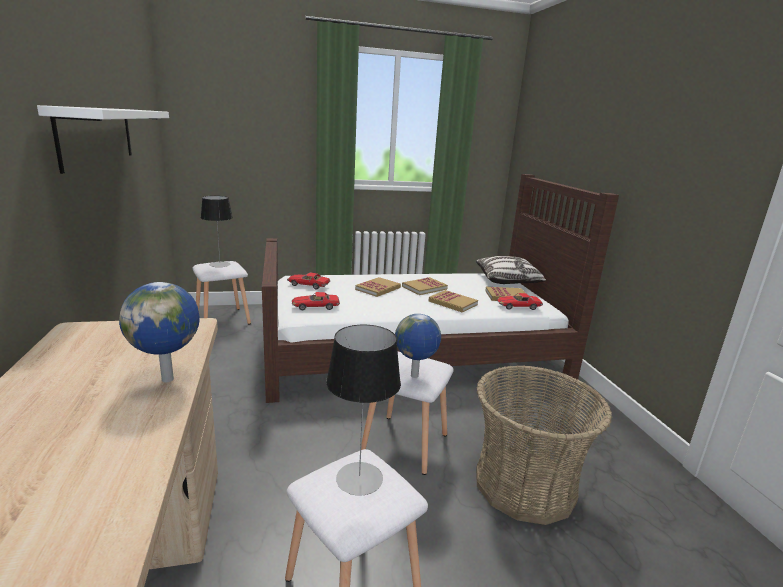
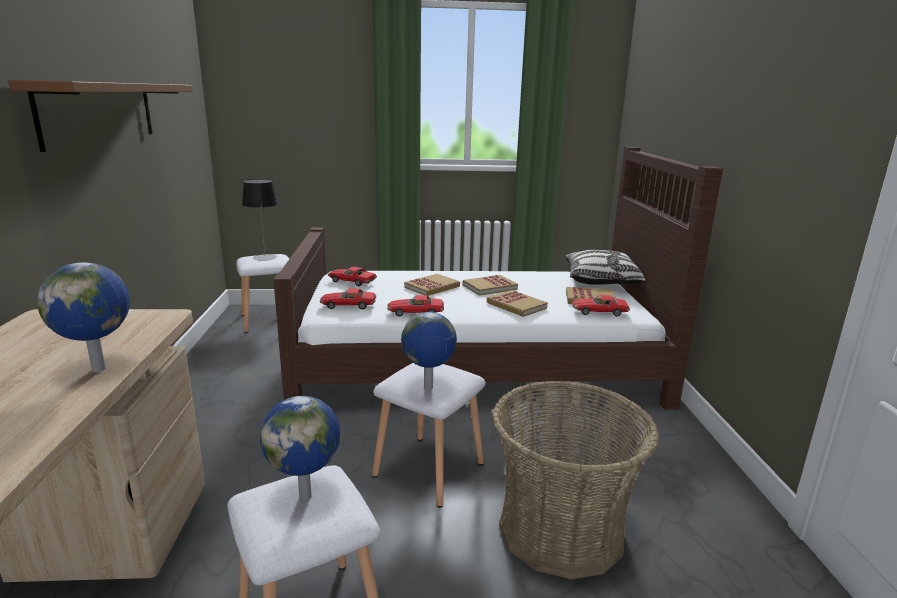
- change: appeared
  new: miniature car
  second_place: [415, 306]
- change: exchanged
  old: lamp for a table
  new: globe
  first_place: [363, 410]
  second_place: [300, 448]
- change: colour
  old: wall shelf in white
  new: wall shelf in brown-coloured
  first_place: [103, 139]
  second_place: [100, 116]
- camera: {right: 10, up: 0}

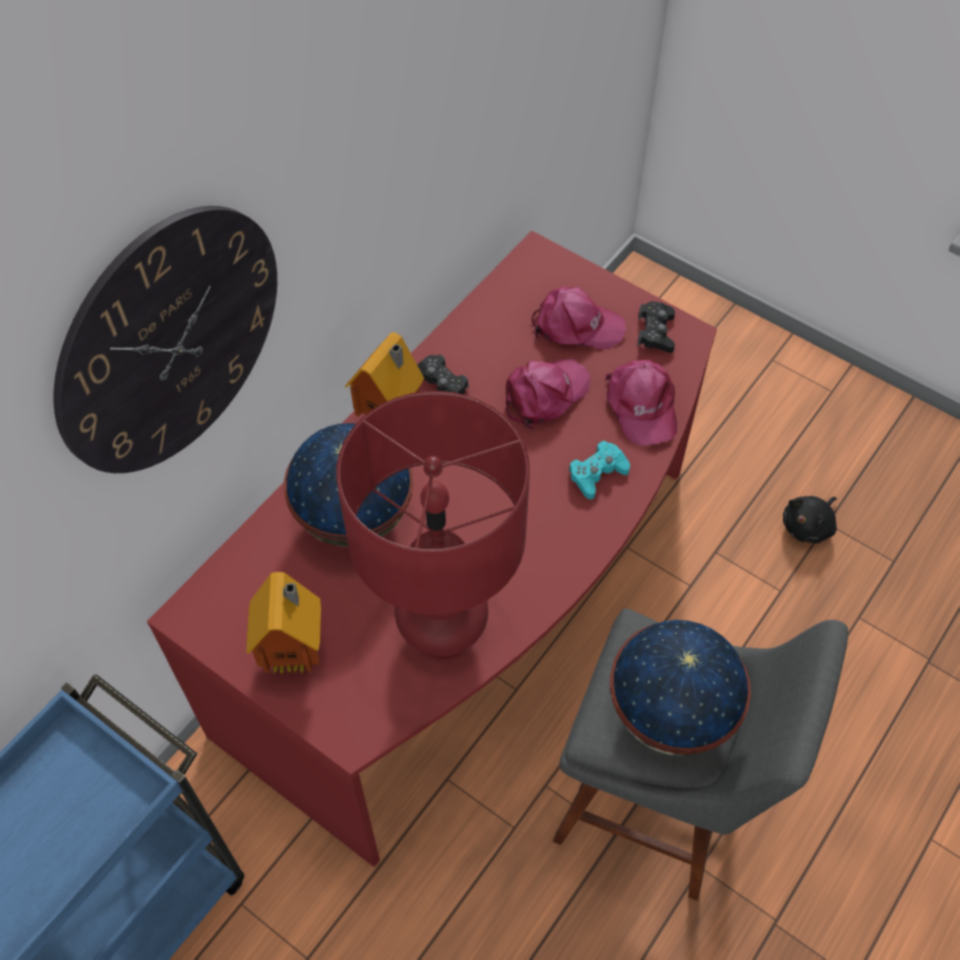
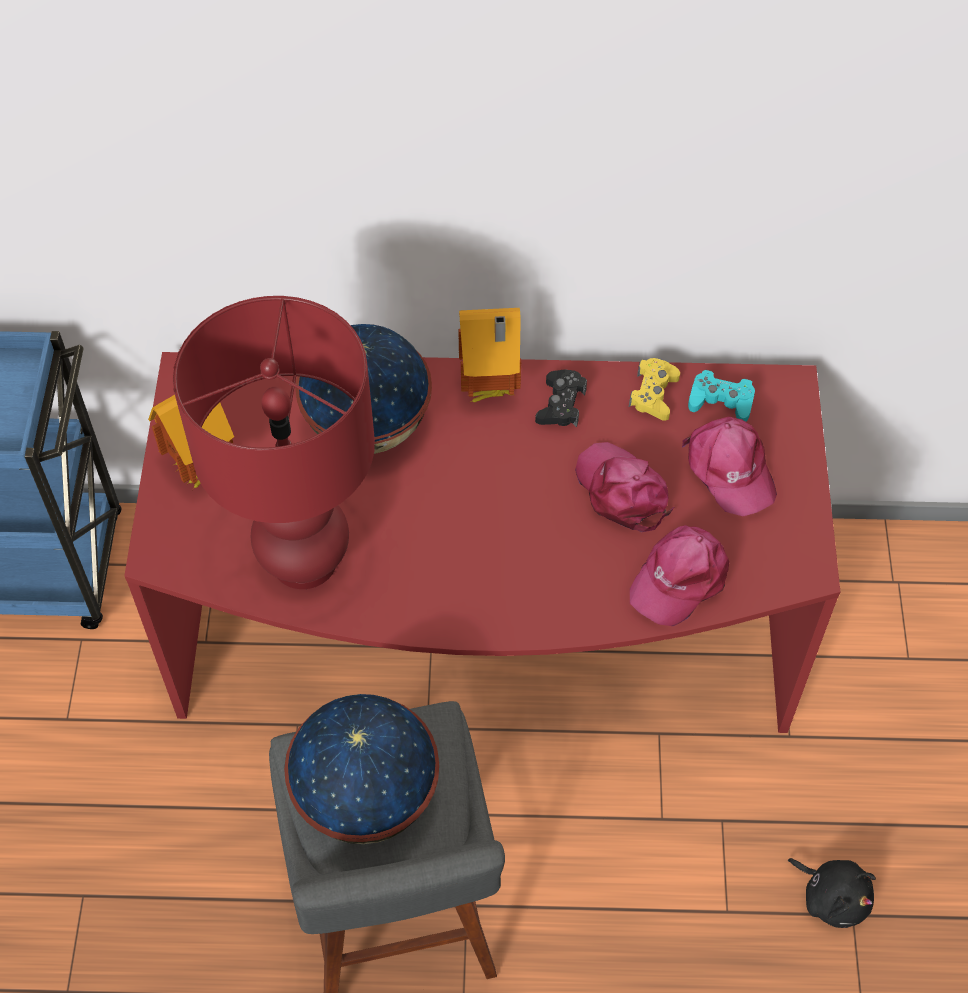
- change: missing
  old: clock on the wall
  first_place: [165, 339]
- change: missing
  old: game controller in black
  first_place: [656, 327]
- change: appeared
  new: game controller in yellow-coloured
  second_place: [654, 389]
- change: relocated
  old: game controller in turquoise-coloured
  first_place: [599, 470]
  second_place: [721, 396]
- change: spun
  old: cap in pinkish
  first_place: [548, 394]
  second_place: [624, 487]
  degrees: -135
- change: spun
  old: cuddly toy in black
  first_place: [810, 519]
  second_place: [832, 893]
  degrees: -150
- camera: {right: 55, up: 0}

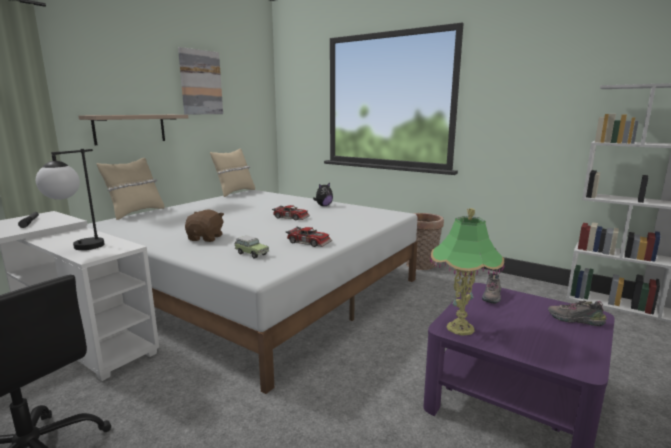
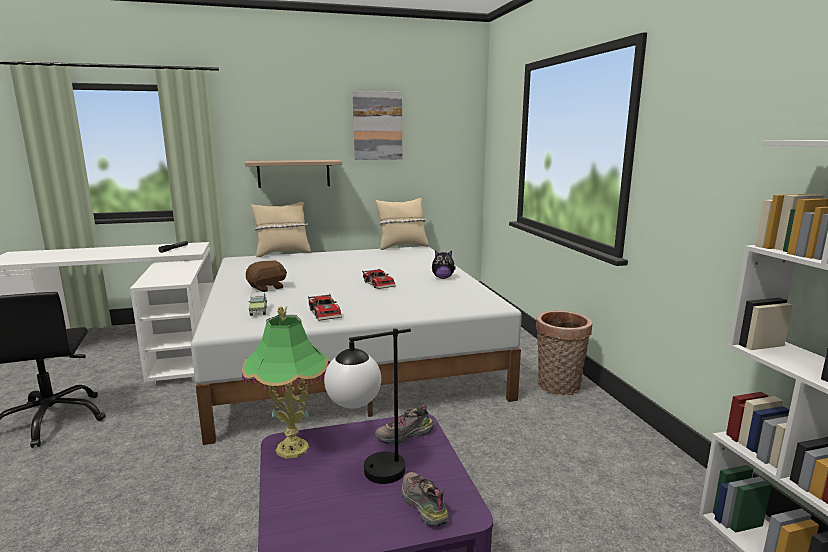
- change: relocated
  old: lamp for a table
  first_place: [70, 199]
  second_place: [367, 406]
- camera: {right: 40, up: 0}

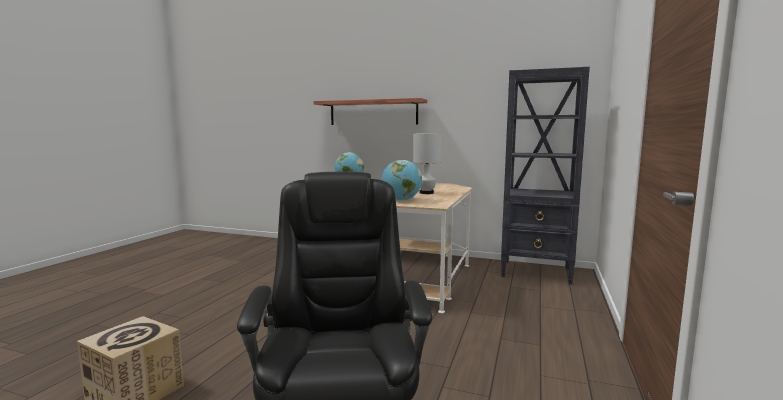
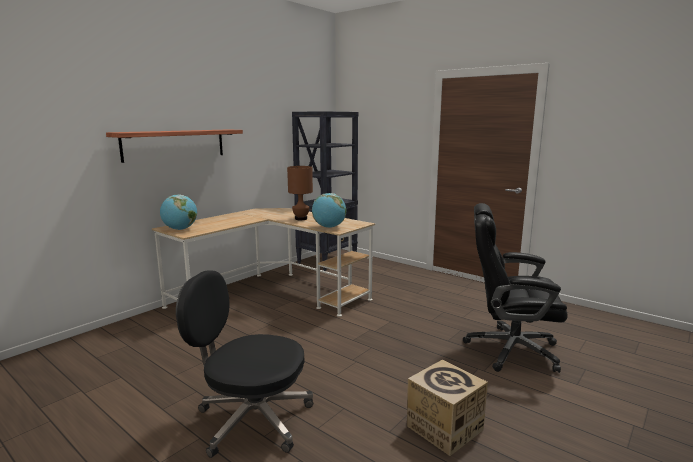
- change: appeared
  new: computer chair in black
  second_place: [244, 364]
- change: colour
  old: lamp for a table in white
  new: lamp for a table in brown-coloured
  first_place: [427, 164]
  second_place: [300, 193]
- camera: {right: -70, up: 5}

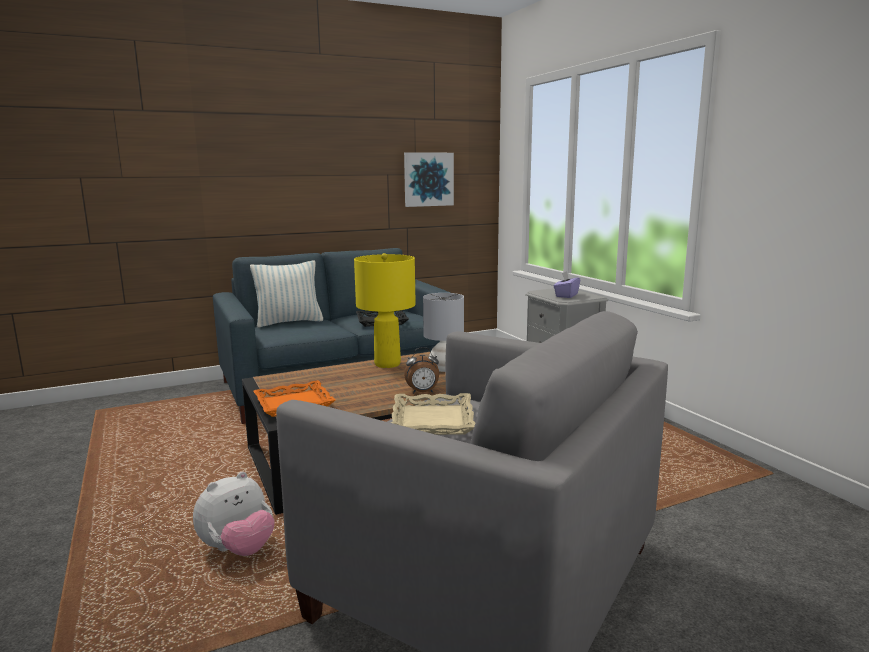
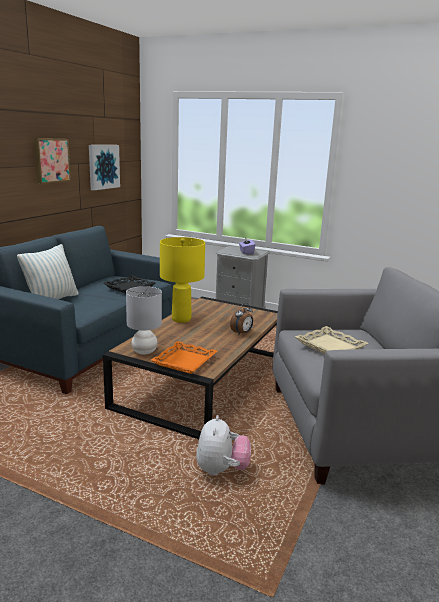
- change: appeared
  new: wall art
  second_place: [52, 161]
- change: relocated
  old: lamp for a table in grey
  first_place: [443, 332]
  second_place: [144, 320]
- camera: {right: -40, up: 5}

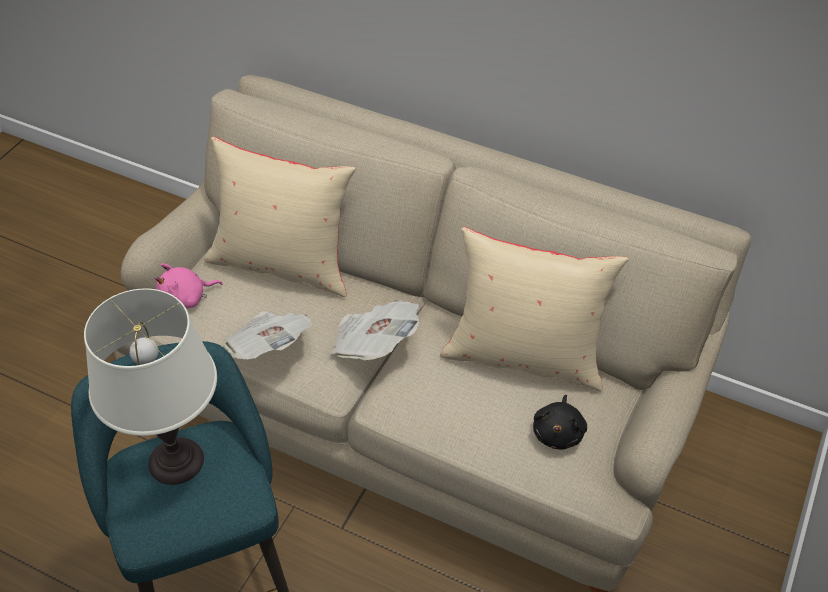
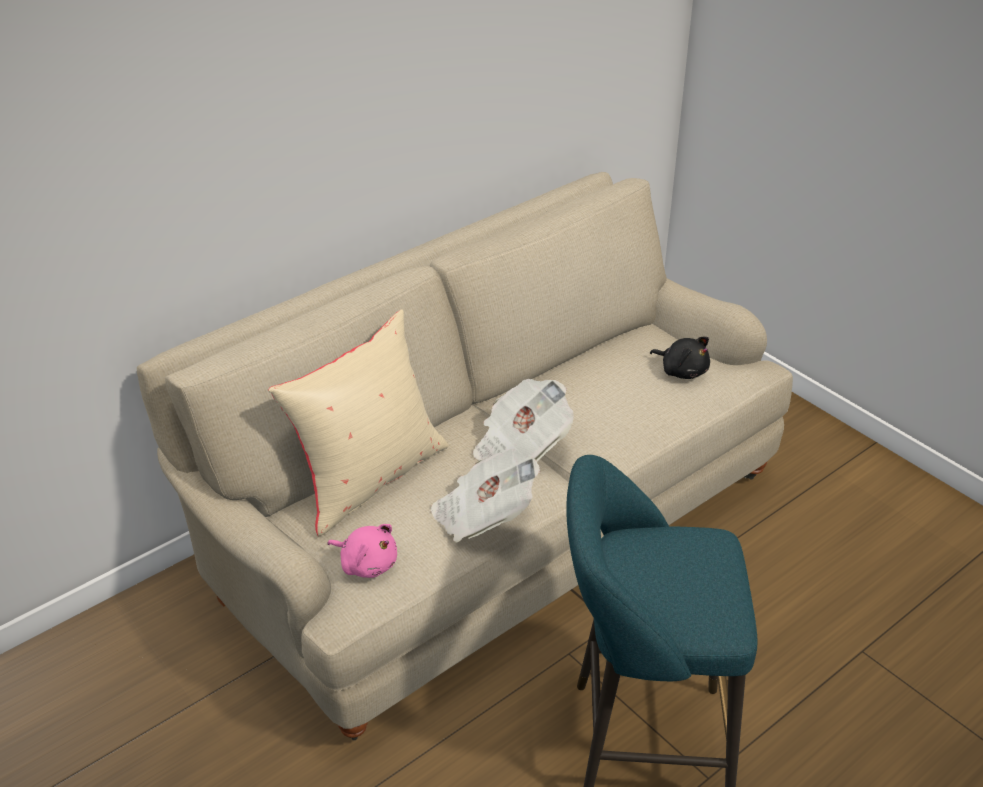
- change: missing
  old: lamp for a table in white
  first_place: [150, 387]
- change: missing
  old: pillow in beige-coloured
  first_place: [534, 309]
- change: spun
  old: cuddly toy in pinkish
  first_place: [189, 286]
  second_place: [362, 551]
  degrees: -60
- camera: {right: -65, up: -10}

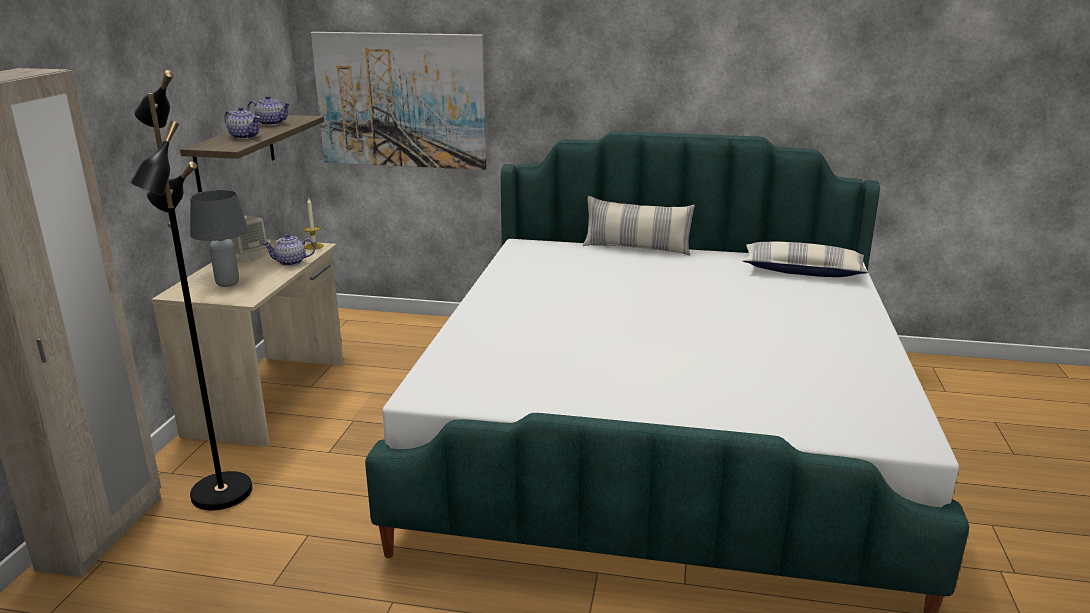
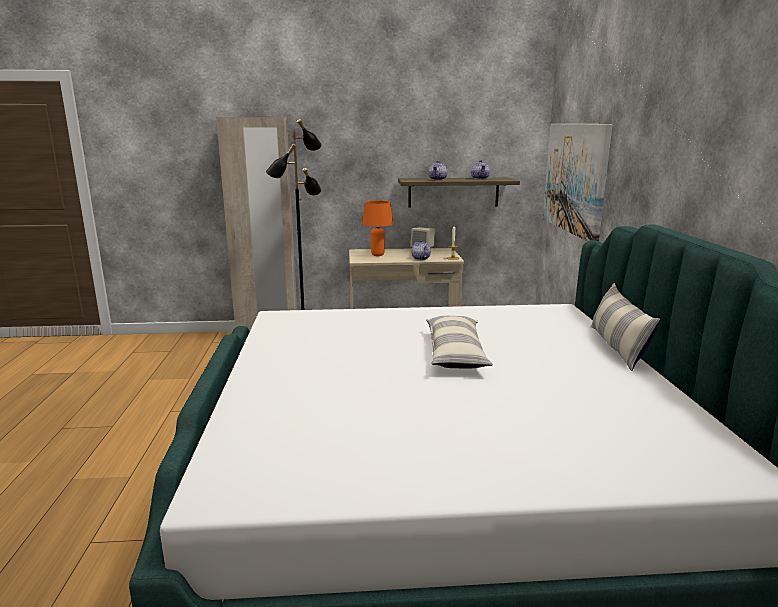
- change: relocated
  old: pillow
  first_place: [805, 259]
  second_place: [459, 342]
- change: colour
  old: lamp for a table in grey
  new: lamp for a table in orange-coloured
  first_place: [219, 238]
  second_place: [377, 228]
- camera: {right: 75, up: -5}

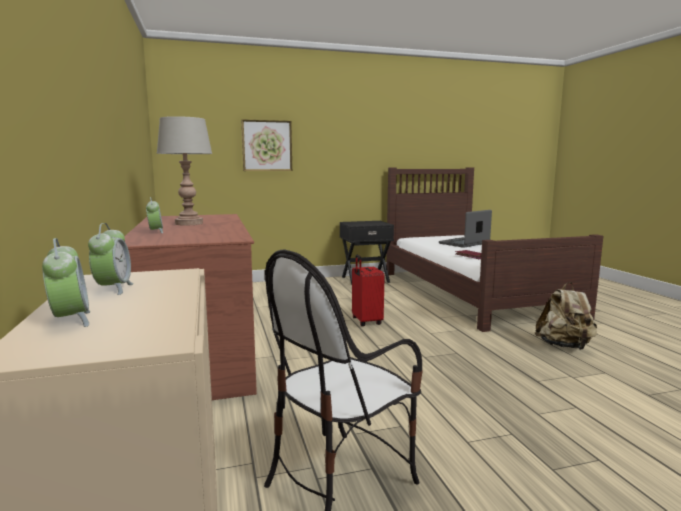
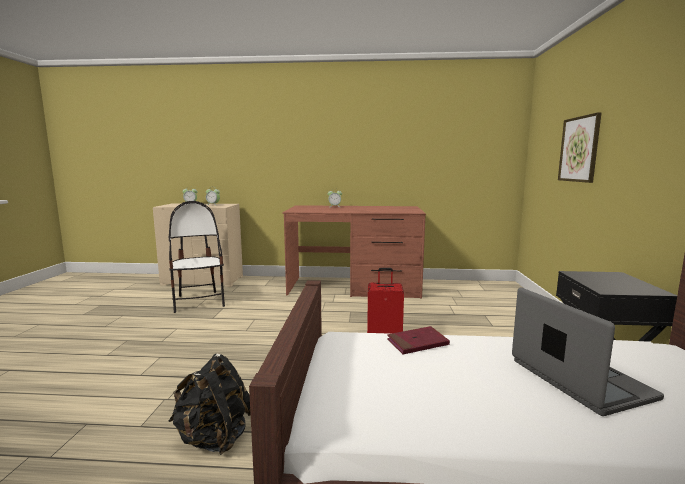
- change: missing
  old: lamp for a table in grey
  first_place: [184, 171]
- change: colour
  old: rucksack in beige-coloured
  new: rucksack in black
  first_place: [566, 316]
  second_place: [209, 404]
- camera: {right: 110, up: 0}

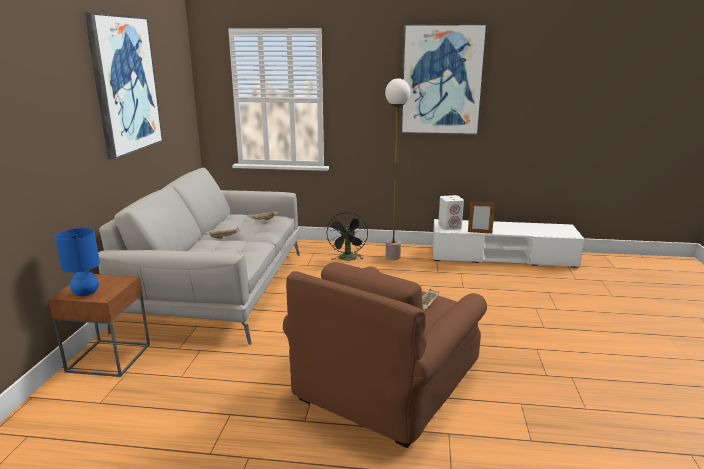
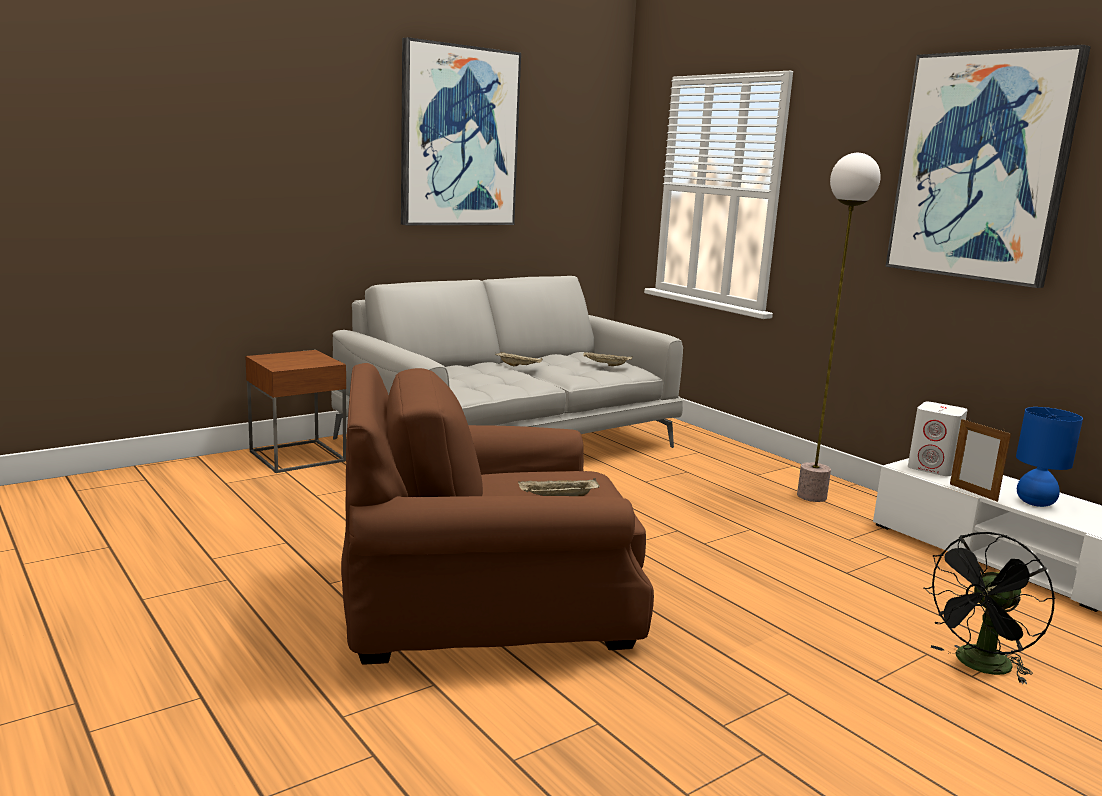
- change: relocated
  old: lamp for a table in blue-coloured
  first_place: [77, 262]
  second_place: [1049, 457]
- change: relocated
  old: electric fan in black
  first_place: [347, 236]
  second_place: [989, 608]
- camera: {right: 45, up: -5}

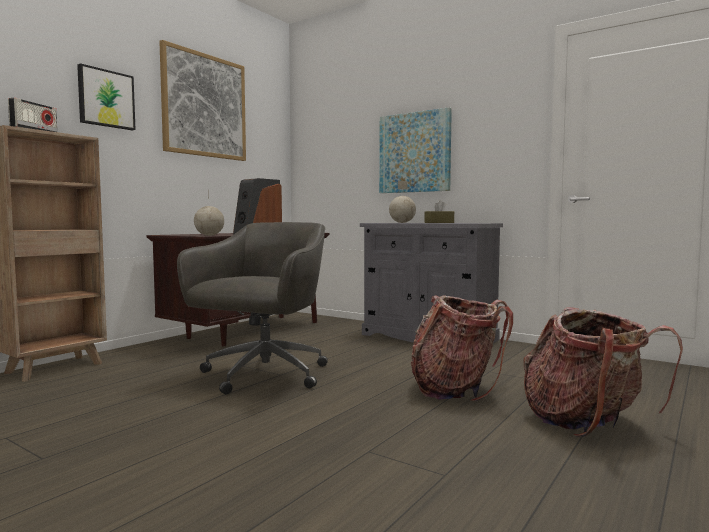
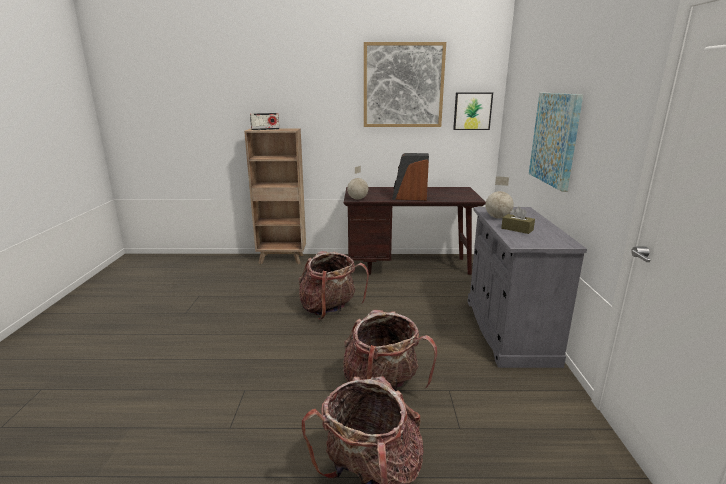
- change: relocated
  old: wall art
  first_place: [106, 96]
  second_place: [473, 111]
- change: exchanged
  old: computer chair in grey
  new: rucksack
  first_place: [252, 308]
  second_place: [334, 285]
- camera: {right: 55, up: 15}

